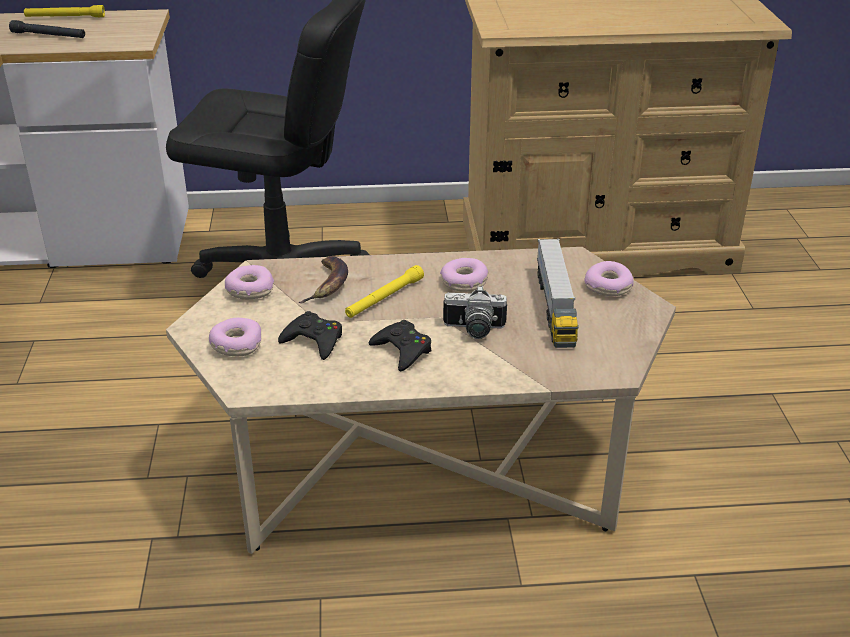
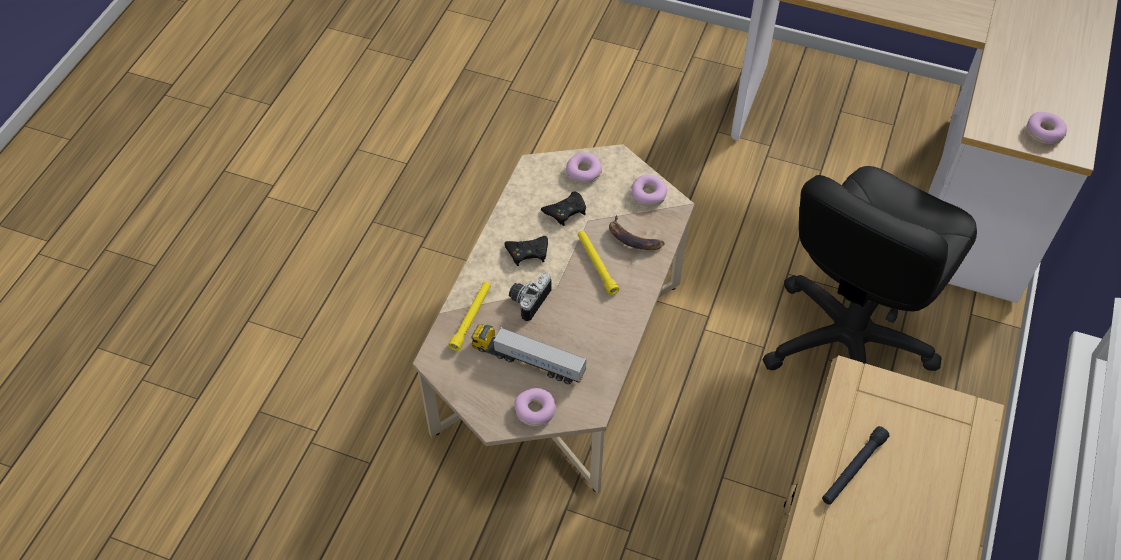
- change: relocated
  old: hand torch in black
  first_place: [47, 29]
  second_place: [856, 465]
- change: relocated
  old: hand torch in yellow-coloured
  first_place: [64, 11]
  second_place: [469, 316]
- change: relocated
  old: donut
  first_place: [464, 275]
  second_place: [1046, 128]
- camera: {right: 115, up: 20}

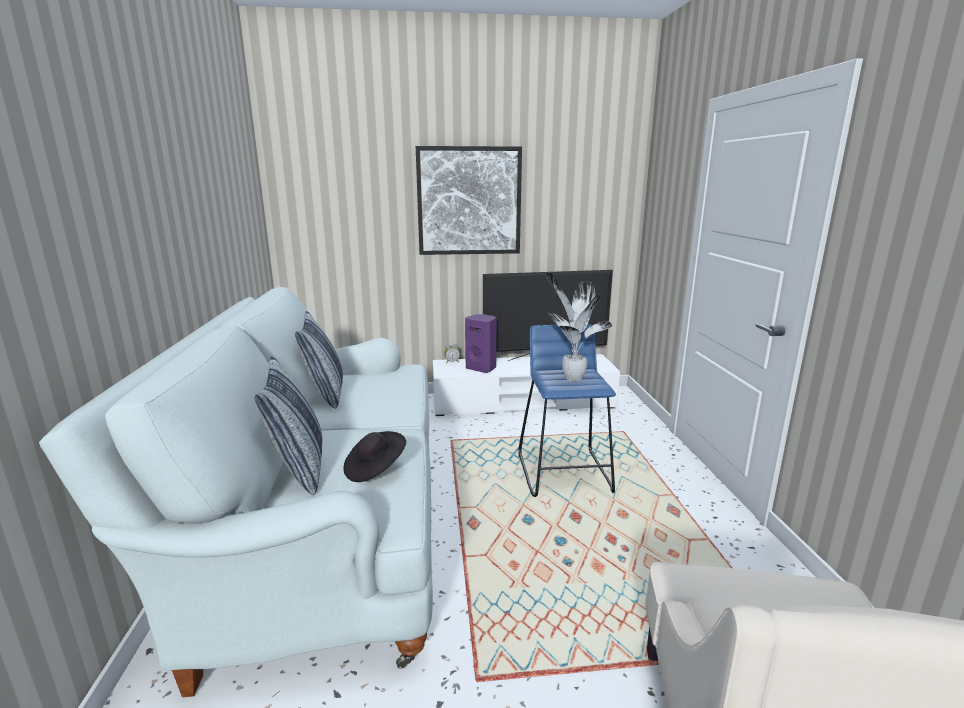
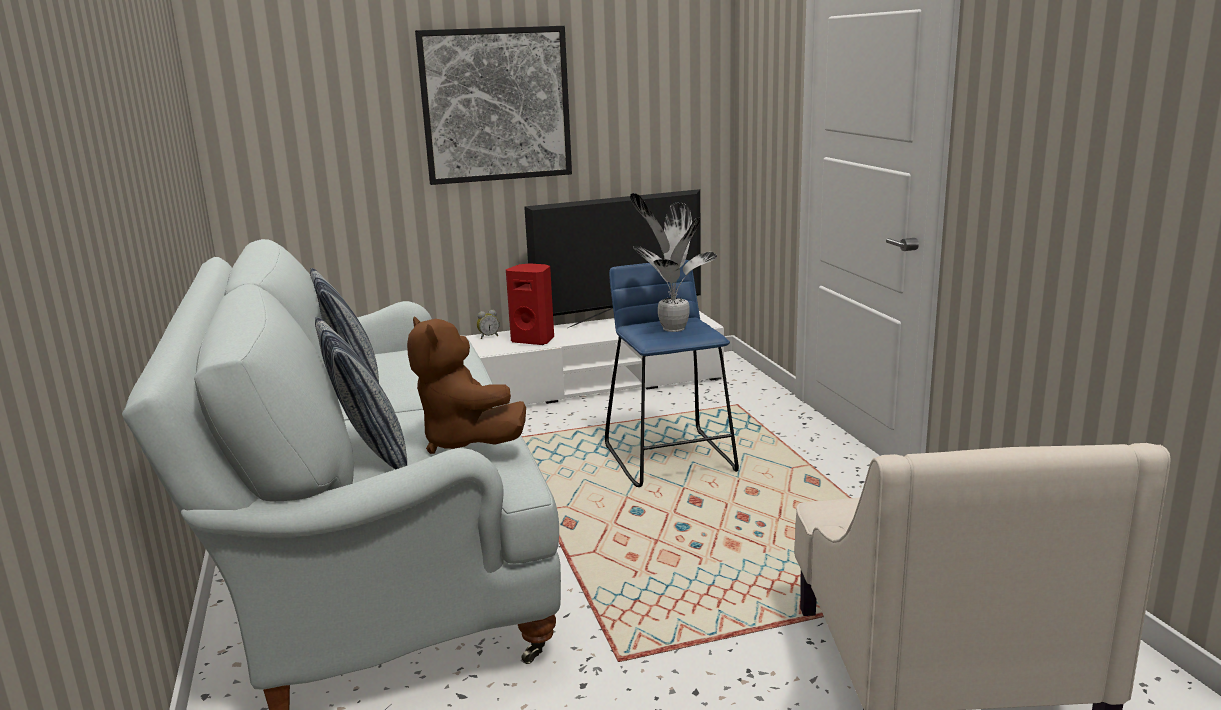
- change: exchanged
  old: clothing hat in black
  new: cuddly toy in brown-coloured
  first_place: [374, 456]
  second_place: [466, 385]
- change: colour
  old: speaker in purplish
  new: speaker in reddish
  first_place: [481, 343]
  second_place: [530, 304]
- camera: {right: -10, up: 0}

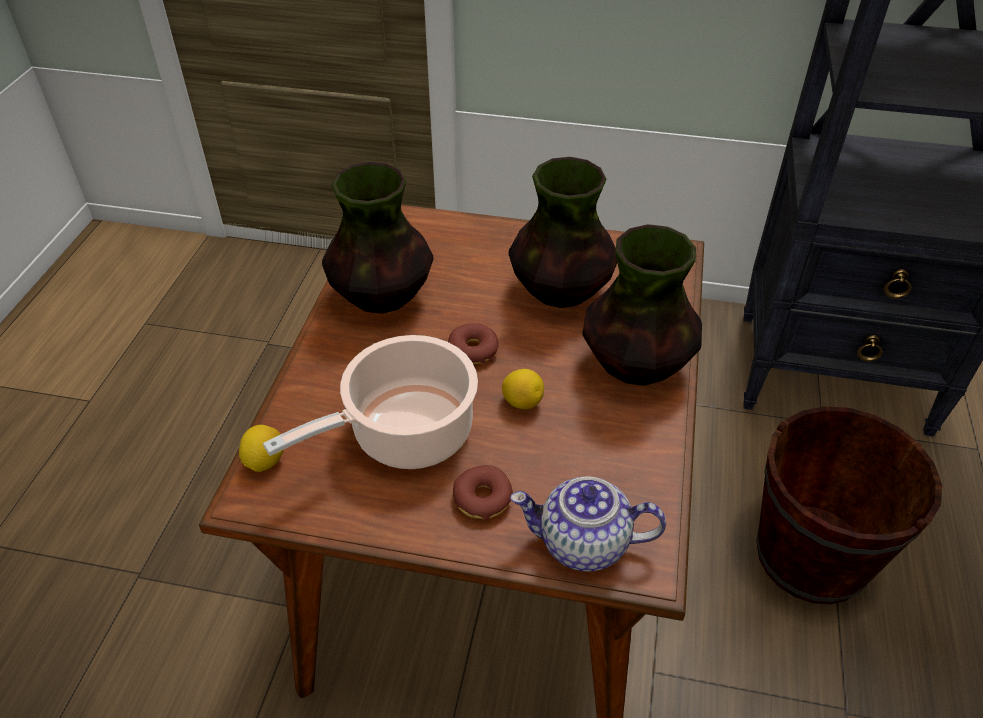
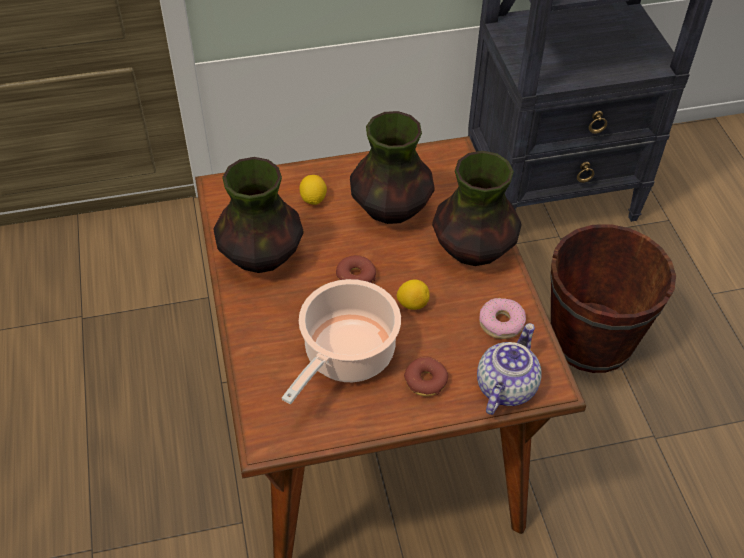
- change: appeared
  new: donut
  second_place: [502, 318]
- change: relocated
  old: lemon
  first_place: [261, 448]
  second_place: [313, 190]
- change: spun
  old: tea pot
  first_place: [588, 524]
  second_place: [509, 369]
  degrees: 135
- camera: {right: -25, up: 5}

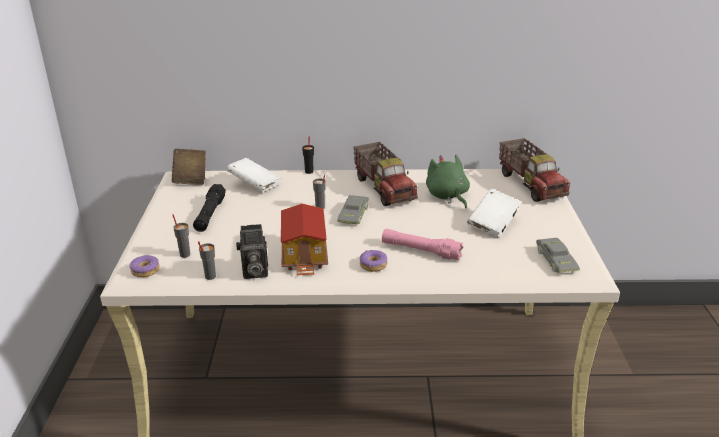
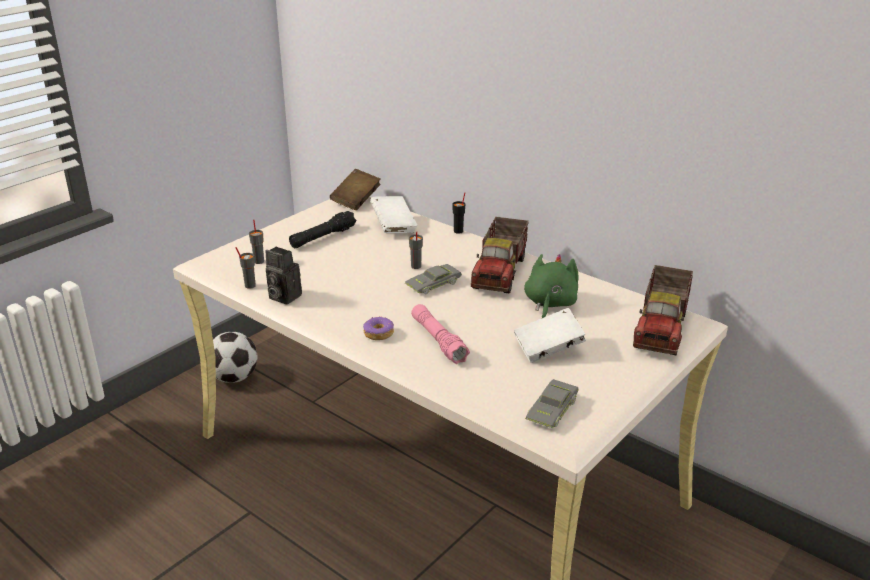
- change: missing
  old: donut
  first_place: [145, 266]
- change: missing
  old: toy house
  first_place: [304, 240]
- change: appeared
  new: football
  second_place: [235, 357]
- camera: {right: 40, up: 0}

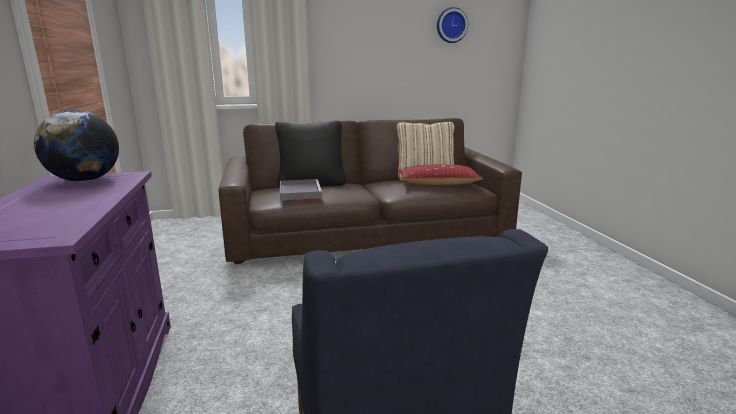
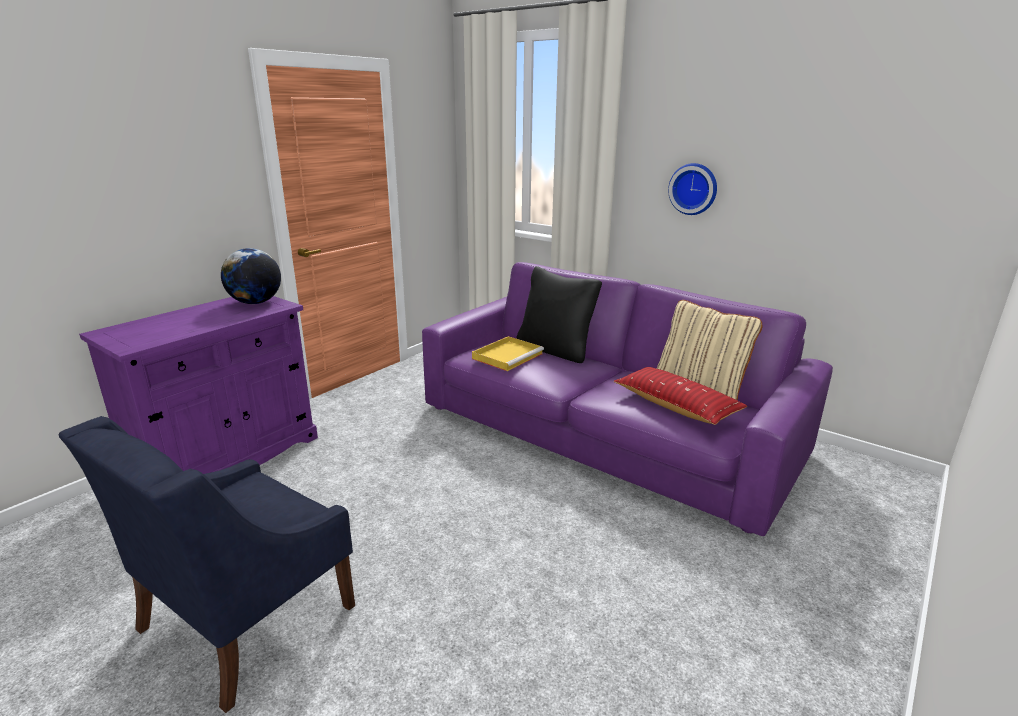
- change: relocated
  old: clock on the wall
  first_place: [452, 25]
  second_place: [692, 189]
- change: colour
  old: sofa in brown-coloured
  new: sofa in purplish
  first_place: [370, 191]
  second_place: [627, 399]
- change: colour
  old: tray in grey
  new: tray in yellow-coloured
  first_place: [301, 189]
  second_place: [508, 353]
- camera: {right: 50, up: 5}

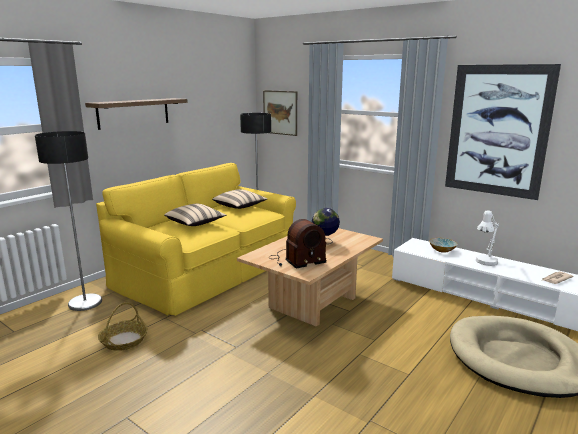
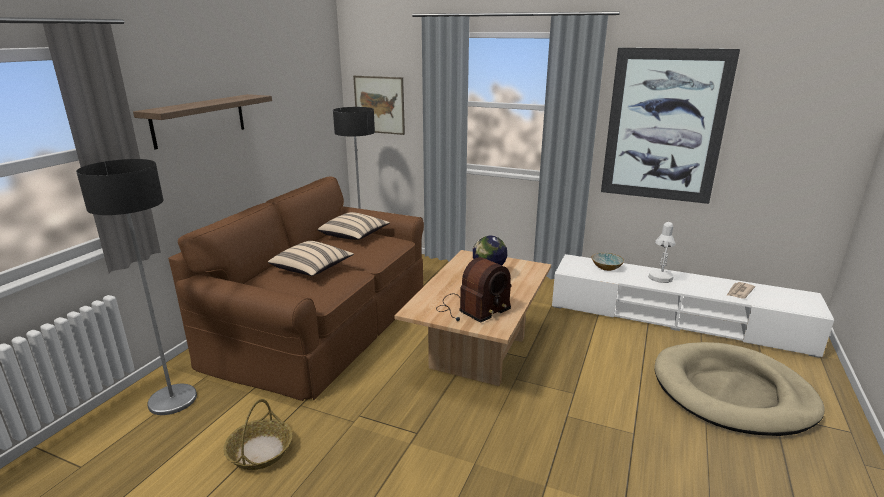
- change: colour
  old: sofa in yellow-coloured
  new: sofa in brown-coloured
  first_place: [196, 239]
  second_place: [296, 289]
- camera: {right: -15, up: 5}

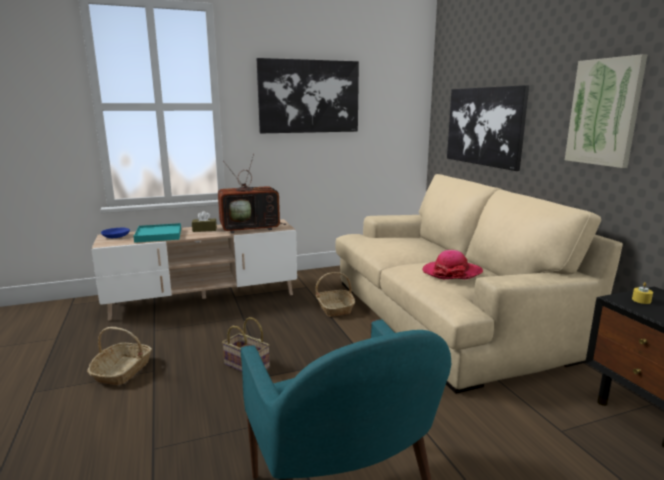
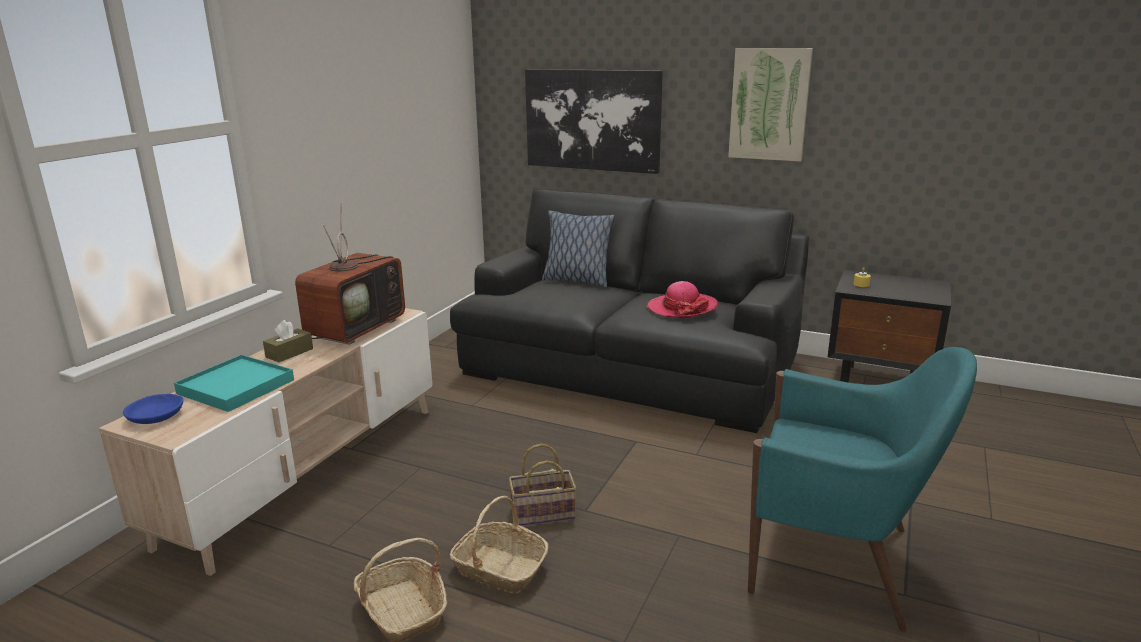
- change: missing
  old: wall art
  first_place: [308, 95]
- change: appeared
  new: pillow
  second_place: [578, 248]
- change: relocated
  old: basket
  first_place: [335, 294]
  second_place: [499, 545]
- change: colour
  old: sofa in beige-coloured
  new: sofa in black
  first_place: [479, 284]
  second_place: [629, 311]
- camera: {right: -45, up: 5}

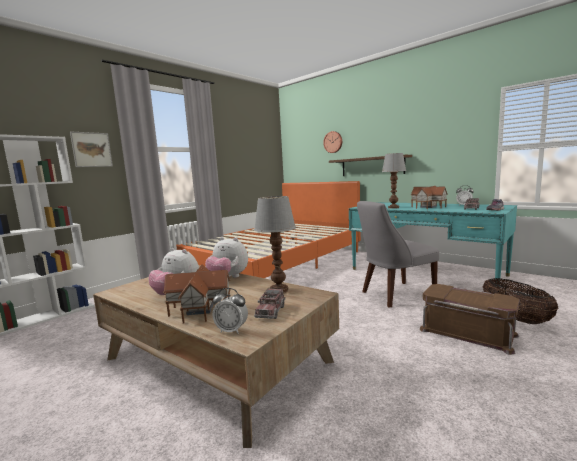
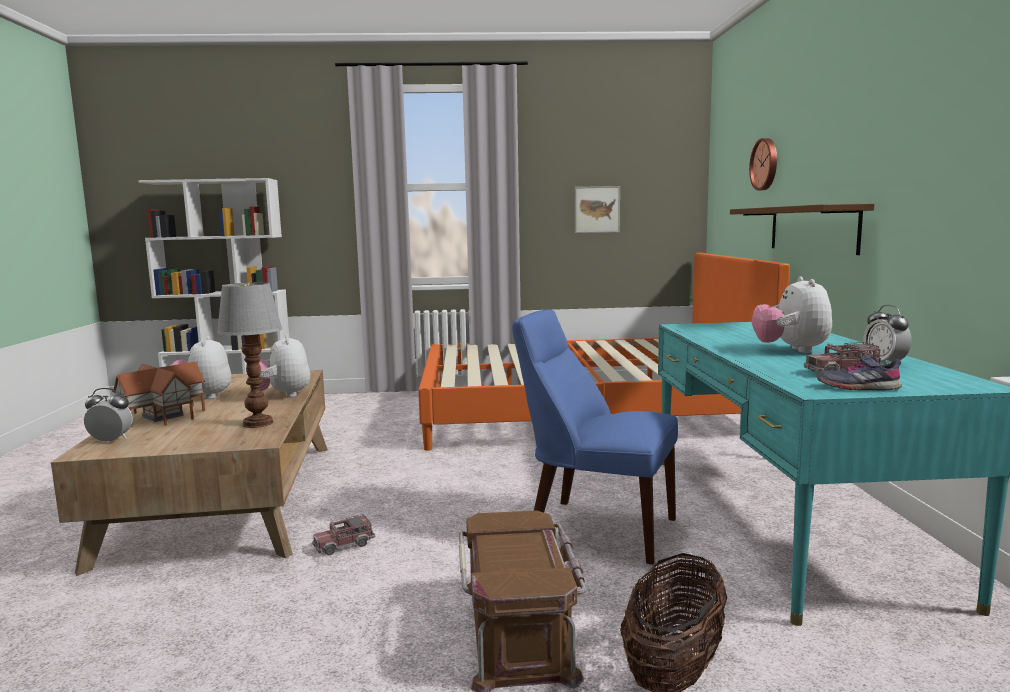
- change: missing
  old: lamp for a table
  first_place: [394, 181]
- change: relocated
  old: wall art
  first_place: [91, 149]
  second_place: [597, 209]
- change: relocated
  old: model truck
  first_place: [270, 303]
  second_place: [343, 535]
- change: exchanged
  old: toy house
  new: cuddly toy
  first_place: [429, 197]
  second_place: [792, 315]
- change: colour
  old: plain chair in grey
  new: plain chair in blue-coloured
  first_place: [398, 254]
  second_place: [595, 437]
- change: spun
  old: table clock
  first_place: [230, 311]
  second_place: [108, 415]
  degrees: 120
- camera: {right: 45, up: 0}

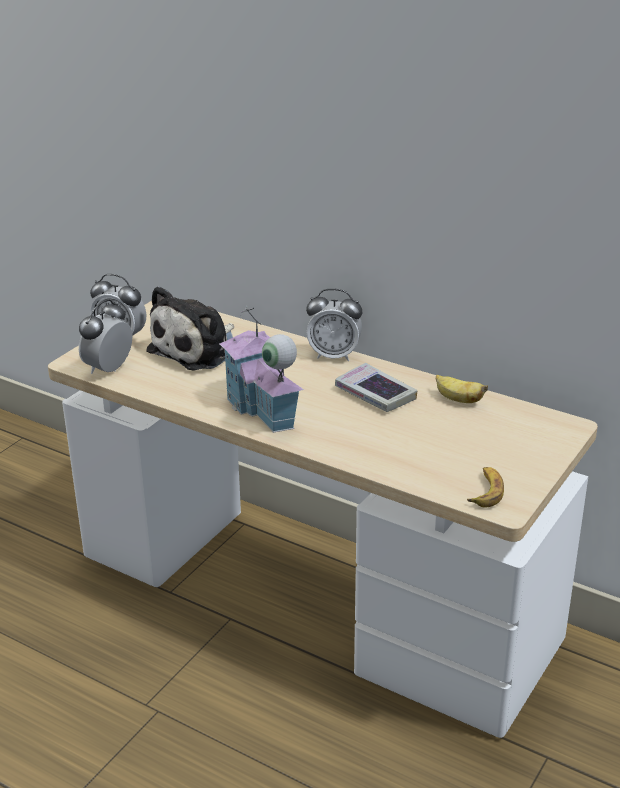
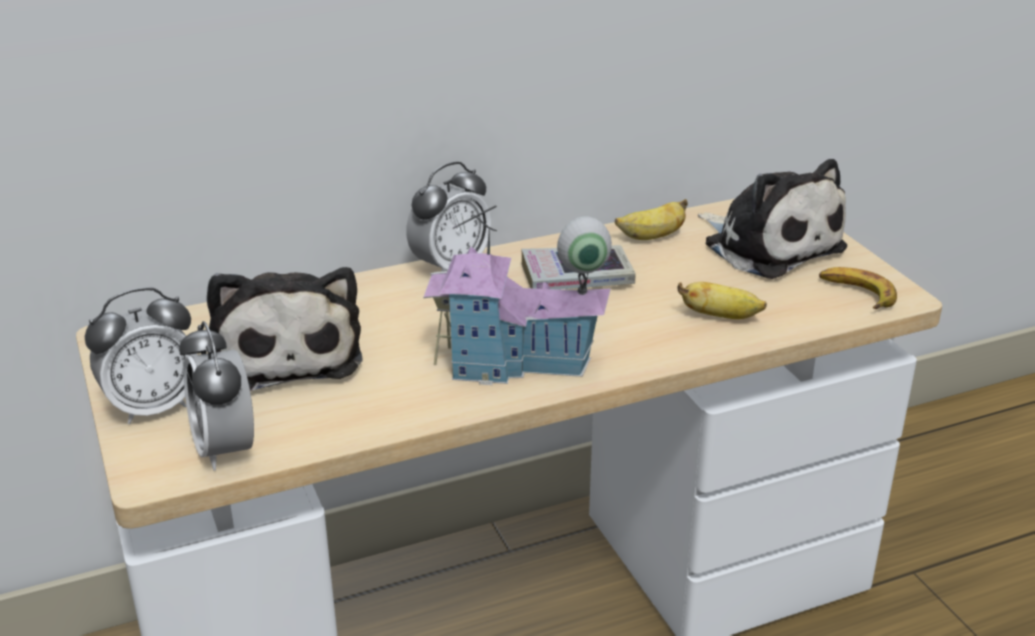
- change: appeared
  new: whole banana
  second_place: [722, 300]
- change: appeared
  new: cuddly toy
  second_place: [772, 219]
- camera: {right: -55, up: 0}

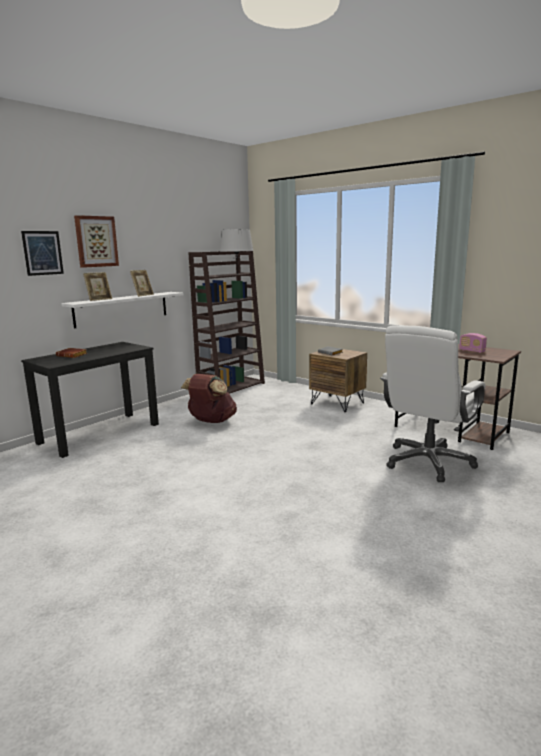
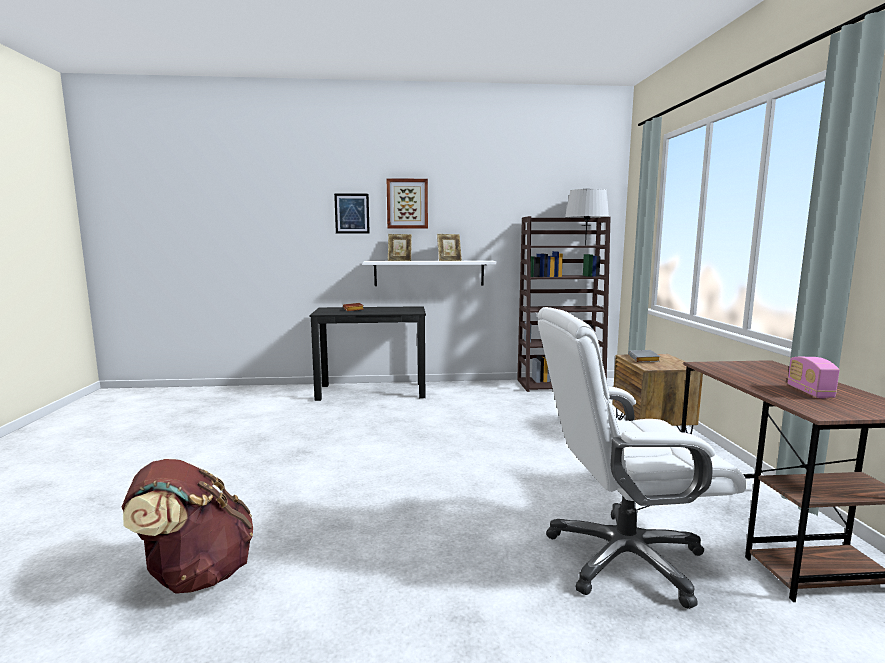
- change: relocated
  old: rucksack in brown-coloured
  first_place: [209, 398]
  second_place: [187, 526]
- camera: {right: 45, up: -5}

